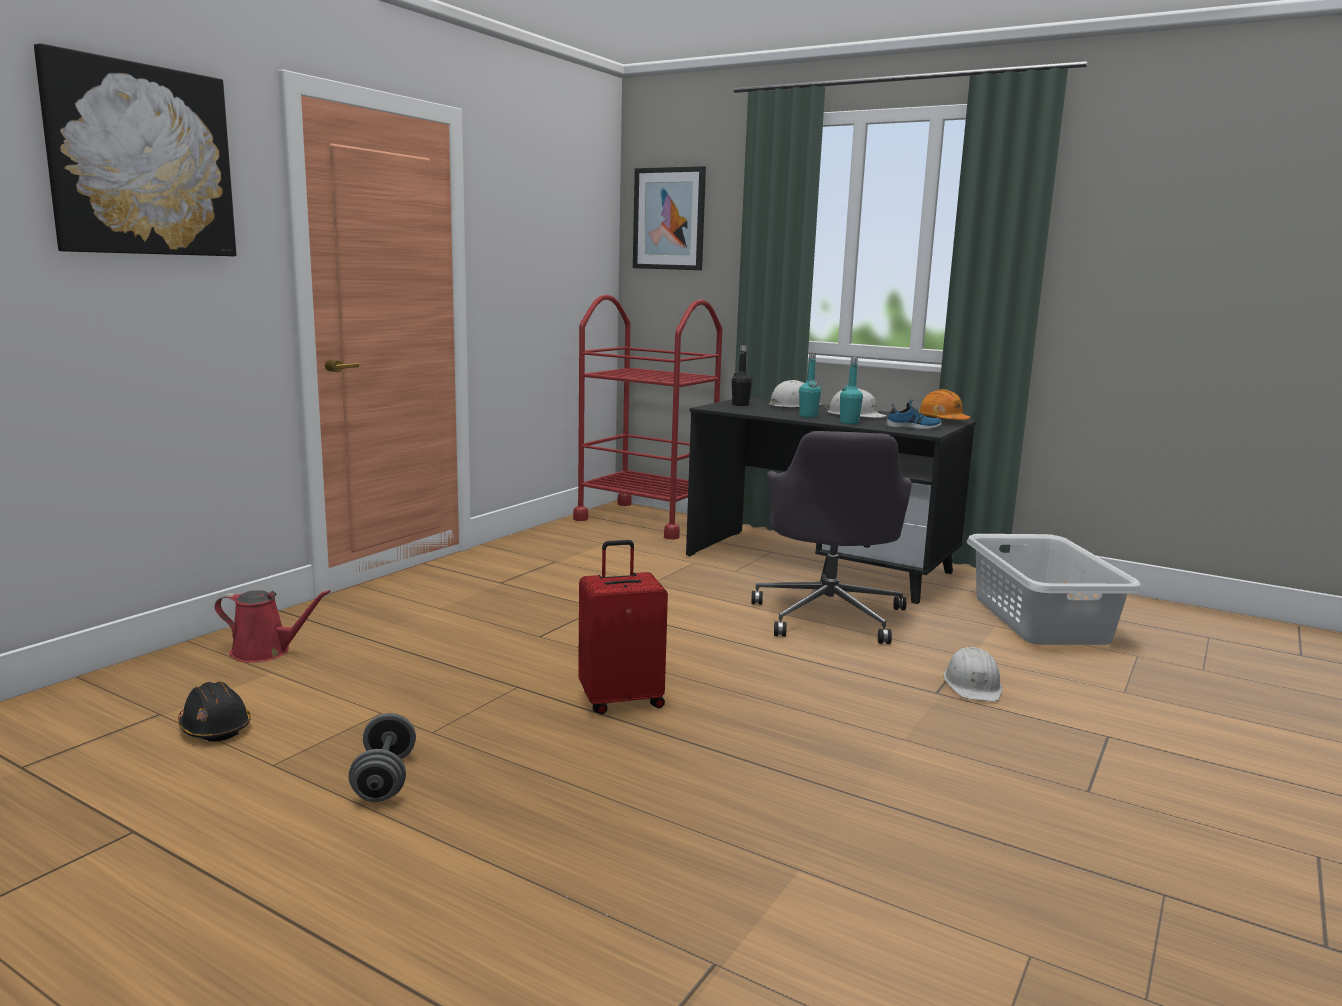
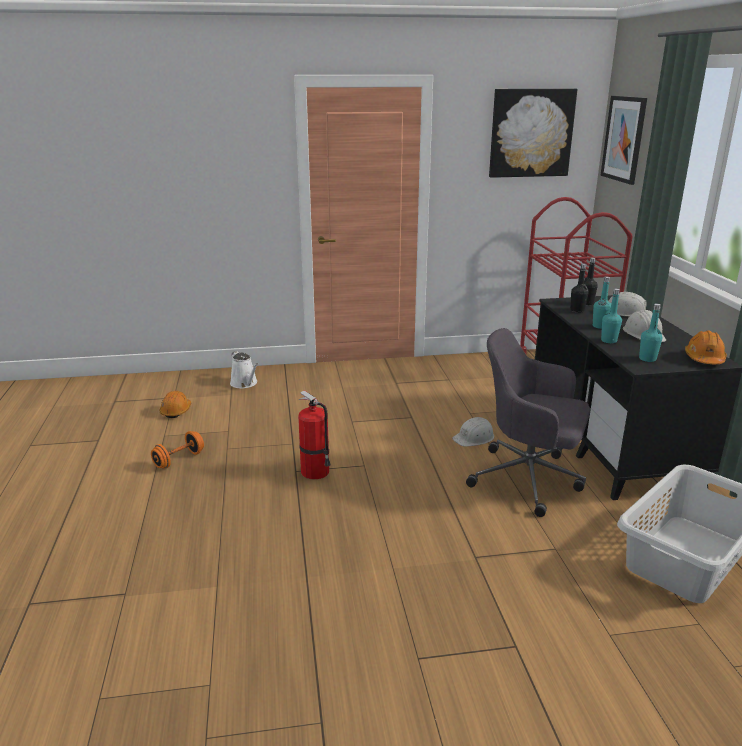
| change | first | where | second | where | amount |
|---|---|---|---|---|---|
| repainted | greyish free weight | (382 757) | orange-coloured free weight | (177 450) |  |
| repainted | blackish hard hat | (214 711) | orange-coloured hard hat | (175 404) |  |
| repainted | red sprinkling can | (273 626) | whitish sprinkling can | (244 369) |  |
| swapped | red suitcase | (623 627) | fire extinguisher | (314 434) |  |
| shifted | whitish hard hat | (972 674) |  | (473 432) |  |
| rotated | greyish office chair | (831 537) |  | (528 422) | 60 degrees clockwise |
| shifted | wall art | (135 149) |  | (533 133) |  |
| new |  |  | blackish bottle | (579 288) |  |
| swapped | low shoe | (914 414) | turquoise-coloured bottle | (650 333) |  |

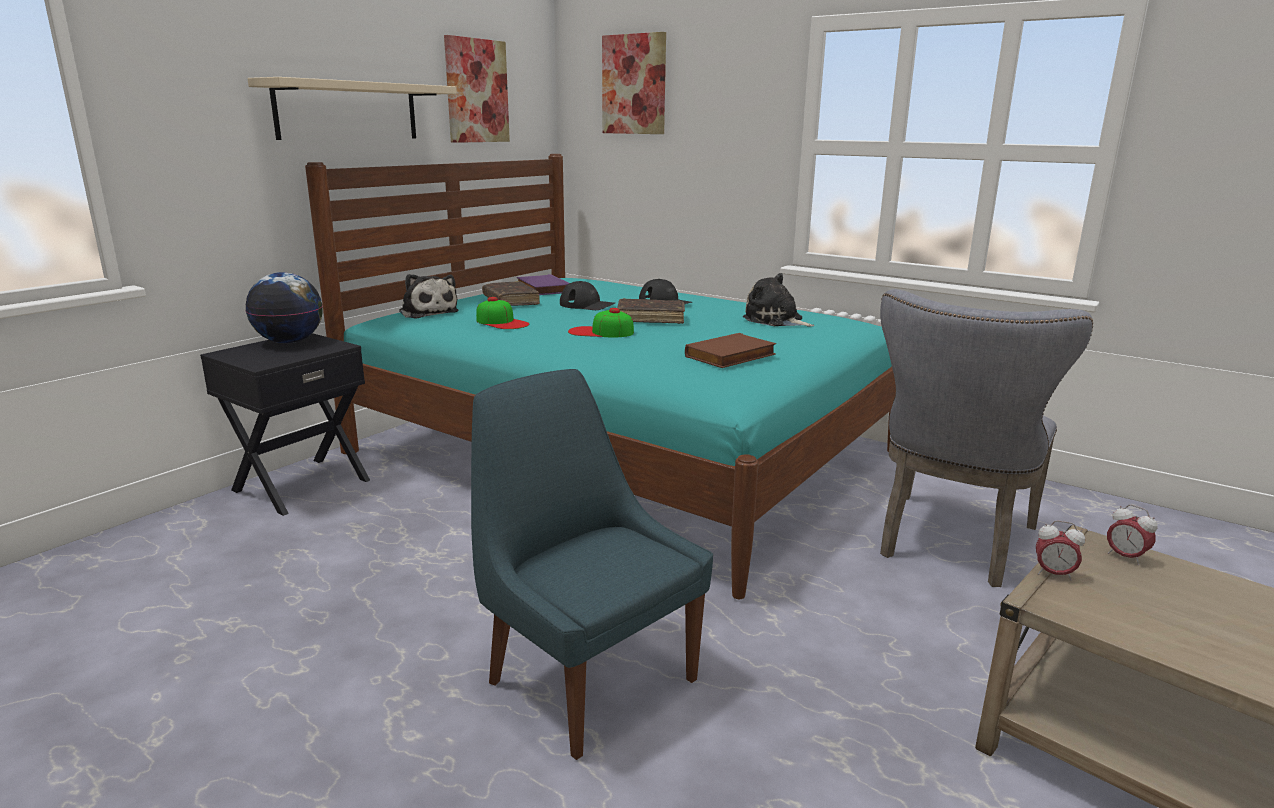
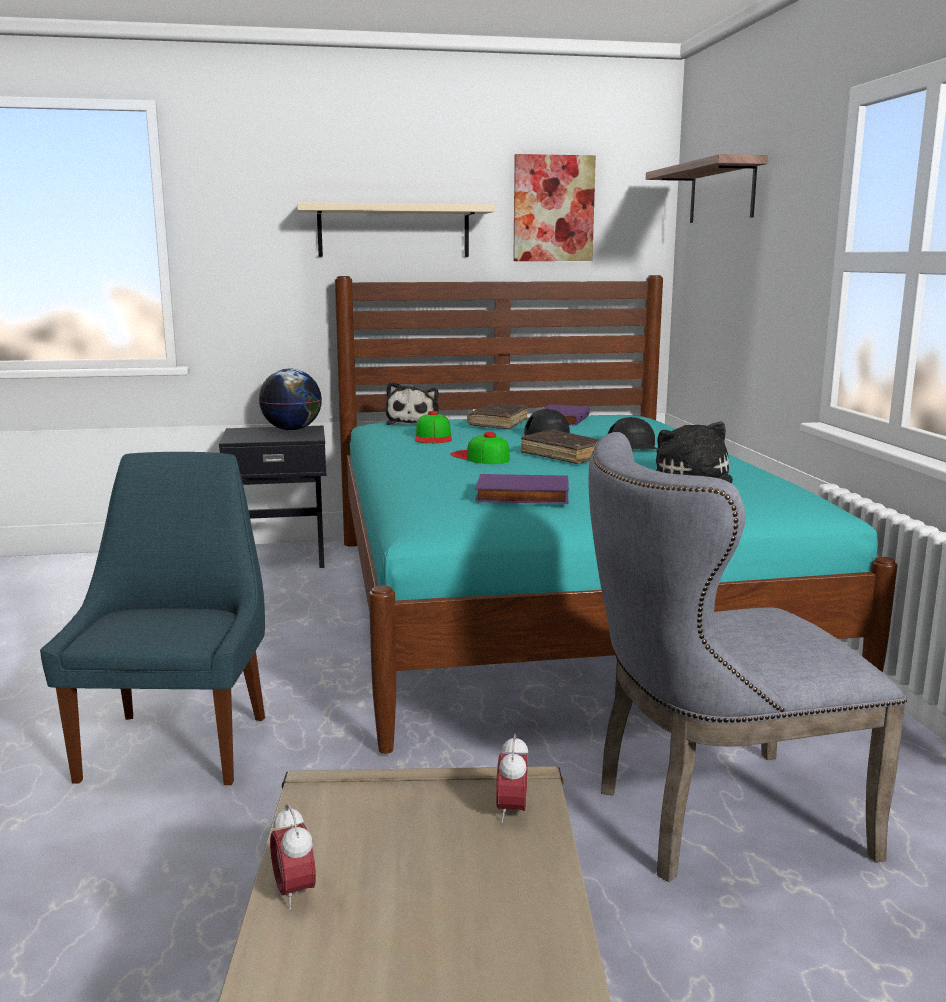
| change | first | where | second | where | amount |
|---|---|---|---|---|---|
| shifted | table clock | (1060 551) |  | (293 857) |  |
| repainted | brown bound book | (731 350) | purple-coloured bound book | (522 489) |  |
| swapped | wall art | (634 83) | shelf | (707 188) |  |

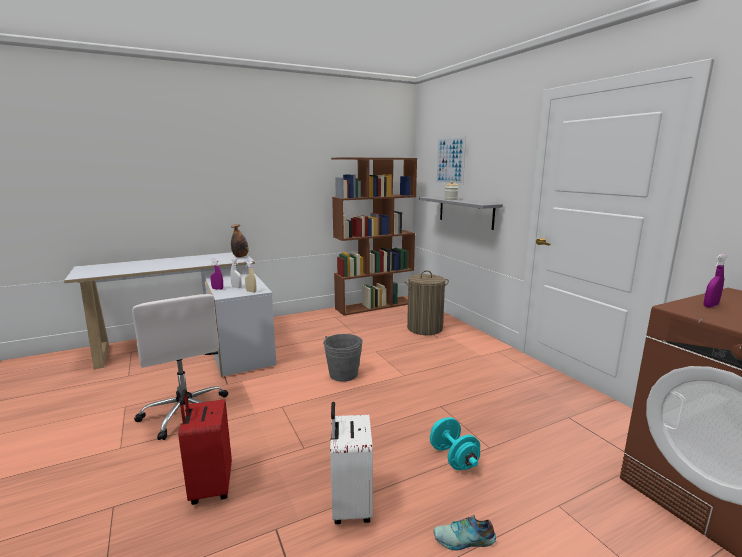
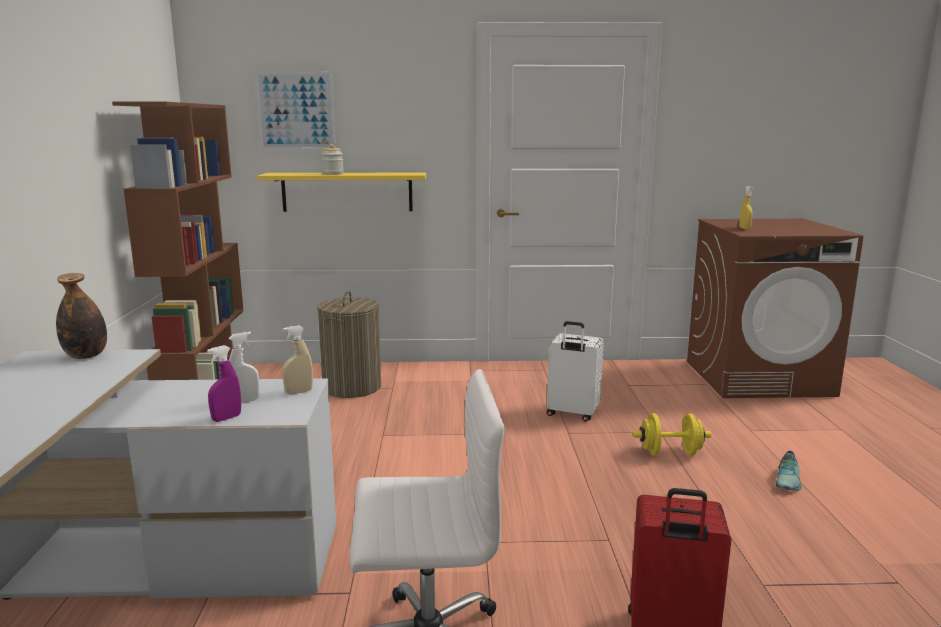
| change | first | where | second | where | amount |
|---|---|---|---|---|---|
| repainted | greyish shelf | (461 213) | yellowish shelf | (341 192) |  |
| shifted | whitish suitcase | (351 463) |  | (575 371) |  |
| repainted | turquoise-coloured free weight | (455 443) | yellowish free weight | (672 434) |  |
| repainted | purple-coloured hand sprayer | (715 280) | yellowish hand sprayer | (746 207) |  |
| gone | greyish pail | (343 358) |  |  |  |

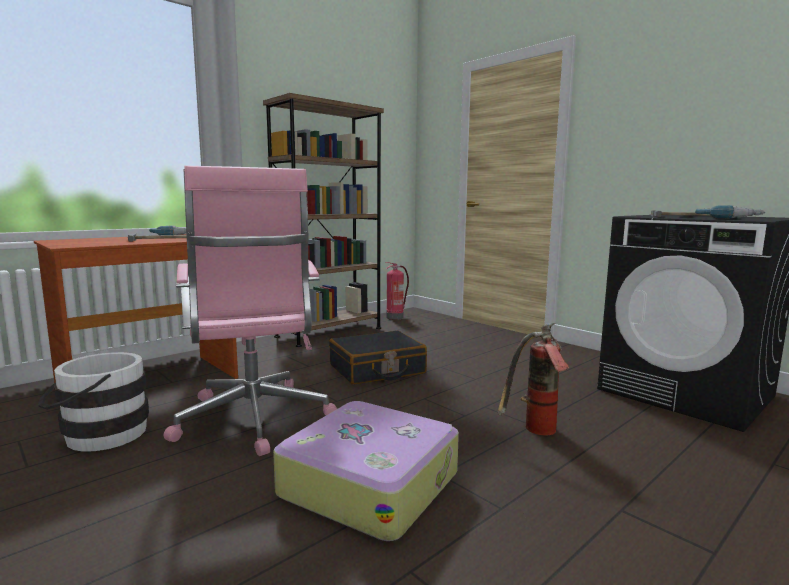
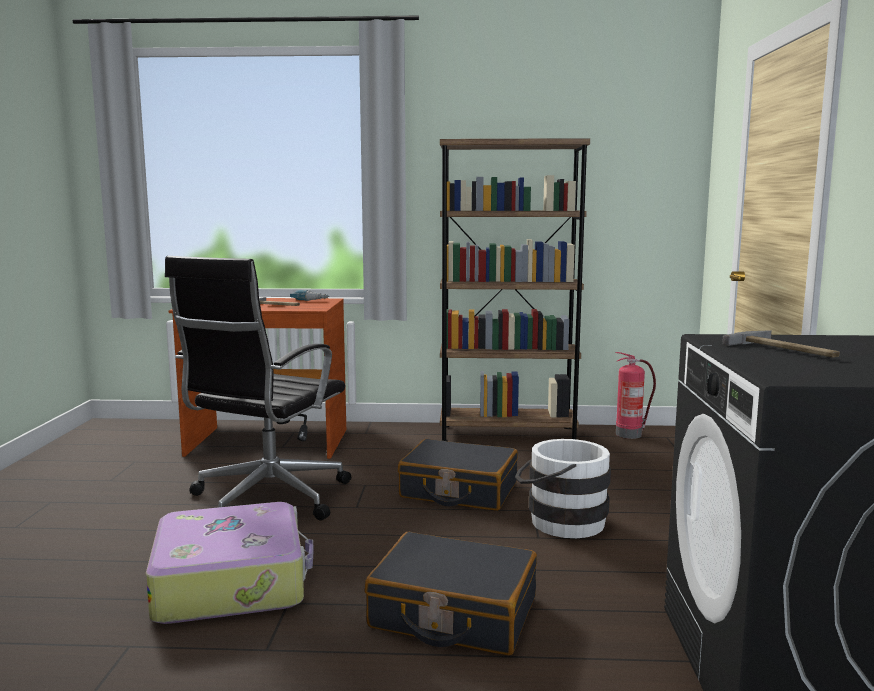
| change | first | where | second | where | amount |
|---|---|---|---|---|---|
| repainted | pinkish office chair | (250 311) | blackish office chair | (258 388) |  |
| swapped | fire extinguisher | (533 379) | blackish suitcase | (451 593) |  |
| shifted | whitish pail | (93 402) |  | (563 488) |  |
| gone | drill | (730 212) |  |  |  |

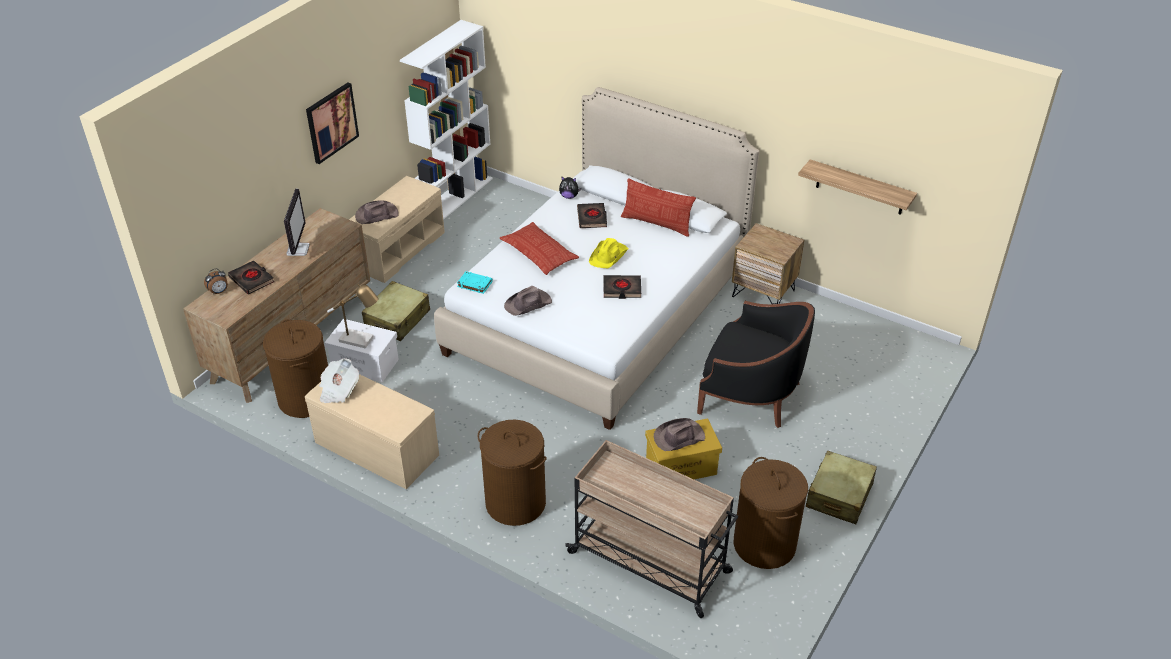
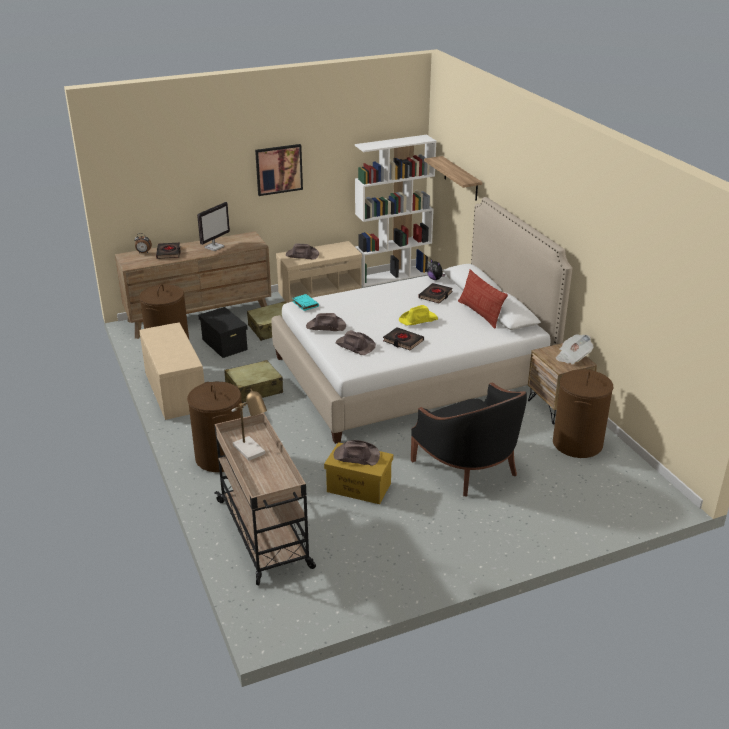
| change | first | where | second | where | amount |
|---|---|---|---|---|---|
| repainted | whitish storage bin | (361 350) | blackish storage bin | (223 332) |  |
| shifted | beige suitcase | (841 487) |  | (253 381) |  |
| shifted | lamp for a table | (353 316) |  | (249 425) |  |
| new |  |  | brown clothing hat | (355 342) |  |
| shifted | shelf | (857 187) |  | (453 178) |  |
| shifted | brown laundry basket | (771 513) |  | (583 413) |  |
| shifted | daily paper | (339 380) |  | (574 349) |  |
| gone | throw pillow | (539 248) |  |  |  |

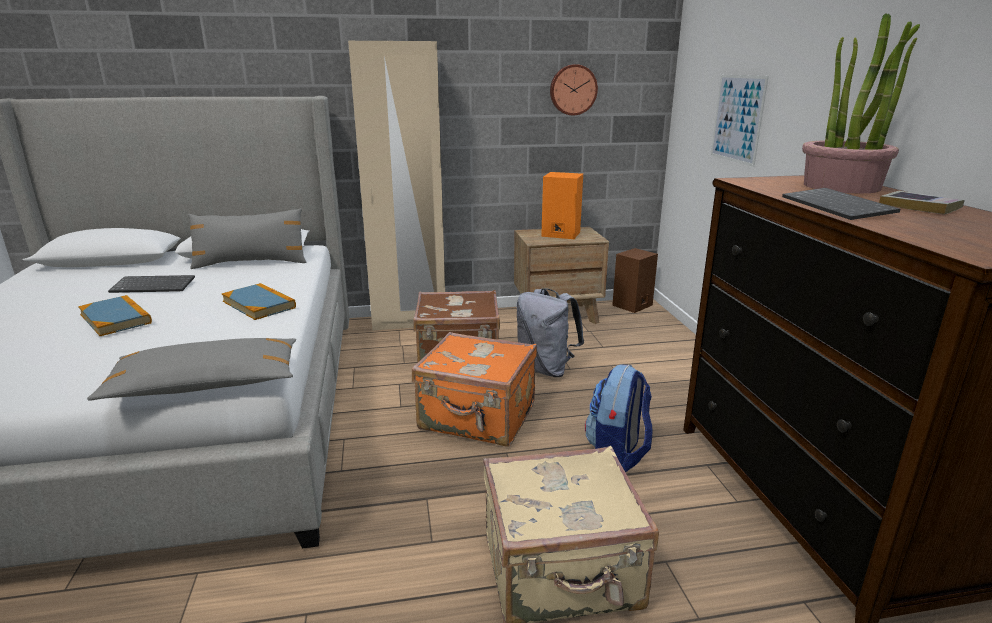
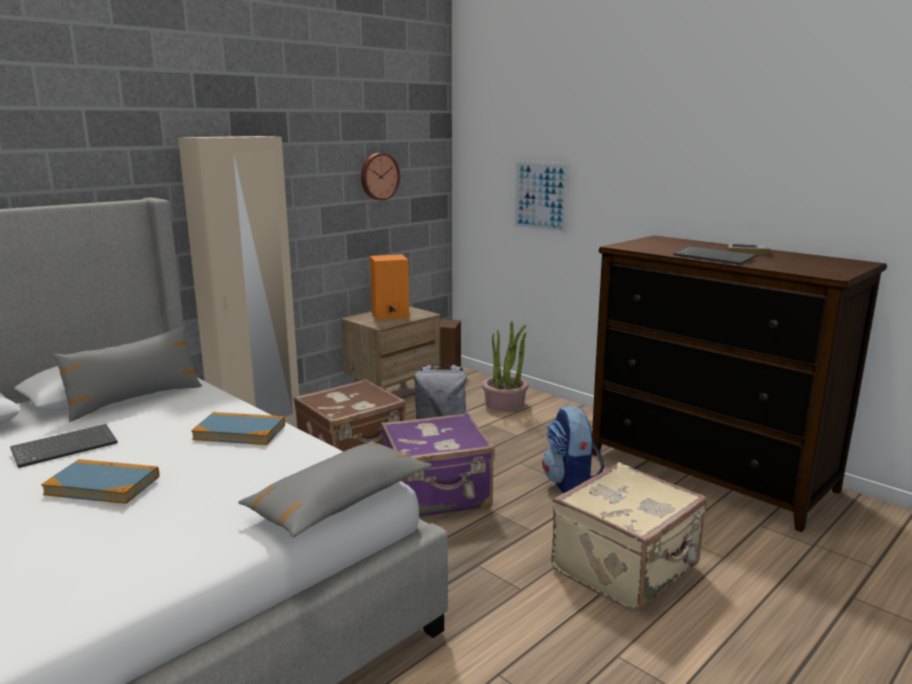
| change | first | where | second | where | amount |
|---|---|---|---|---|---|
| repainted | orange-coloured suitcase | (474 389) | purple-coloured suitcase | (438 464) |  |
| shifted | plant in a pot | (861 103) |  | (505 366) |  |

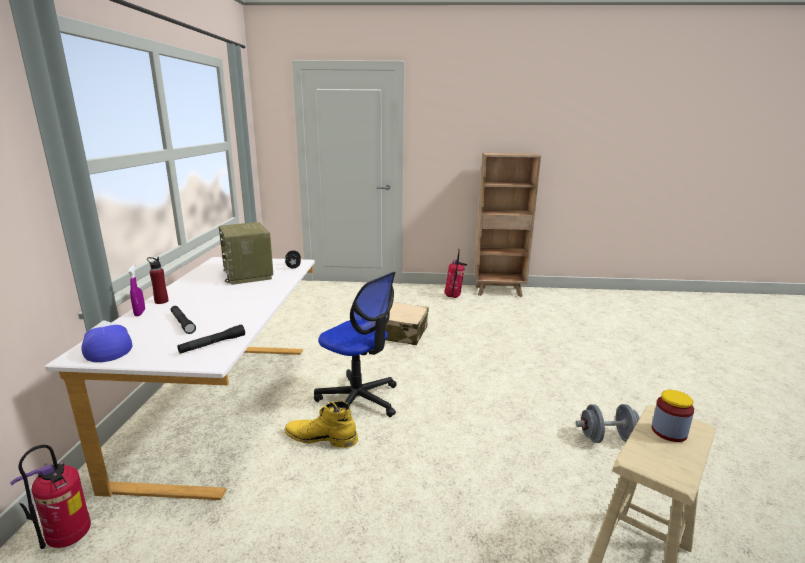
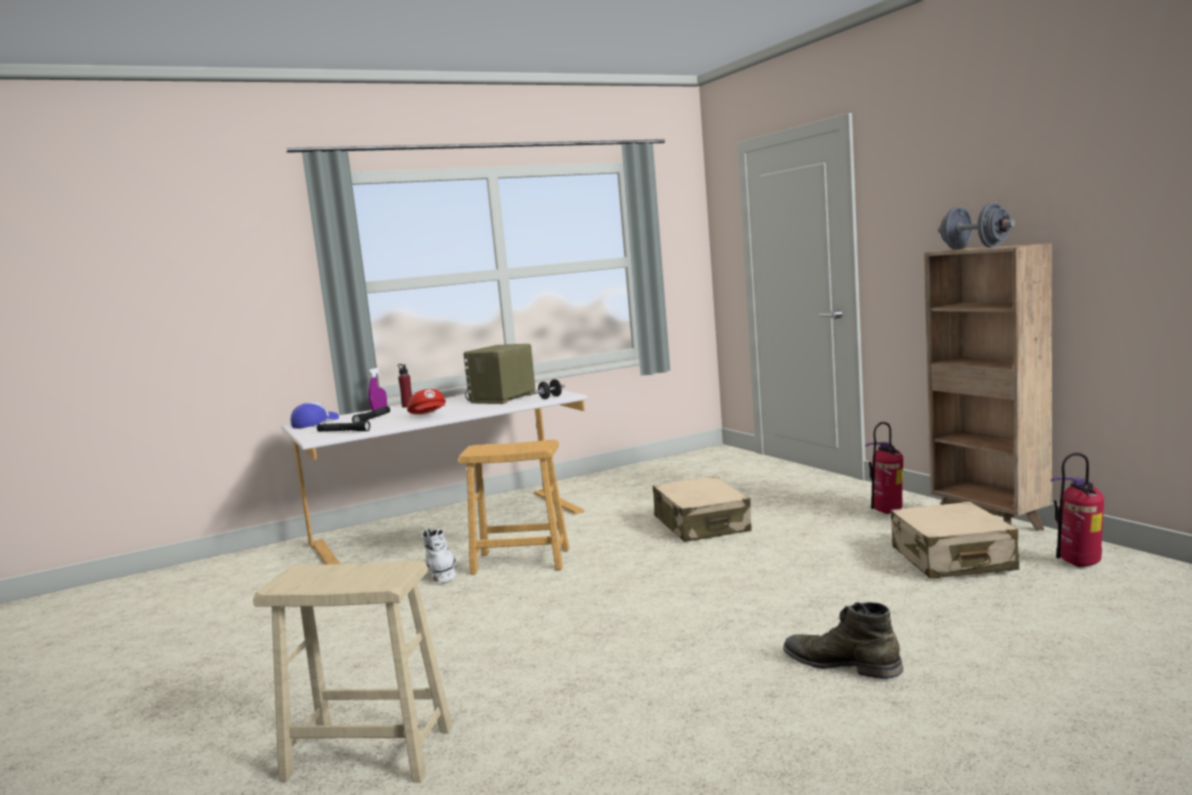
| change | first | where | second | where | amount |
|---|---|---|---|---|---|
| new |  |  | red baseball cap | (426 401) |  |
| repainted | yellowish tall boot | (321 424) | whitish tall boot | (439 556) |  |
| swapped | office chair | (355 344) | brown sitting stool | (514 507) |  |
| new |  |  | green-coloured tall boot | (843 640) |  |
| new |  |  | beige suitcase | (955 540) |  |
| shifted | greyish free weight | (608 423) |  | (976 226) |  |
| shifted | fire extinguisher | (50 497) |  | (1077 510) |  |
| gone | preserve jar | (673 416) |  |  |  |

